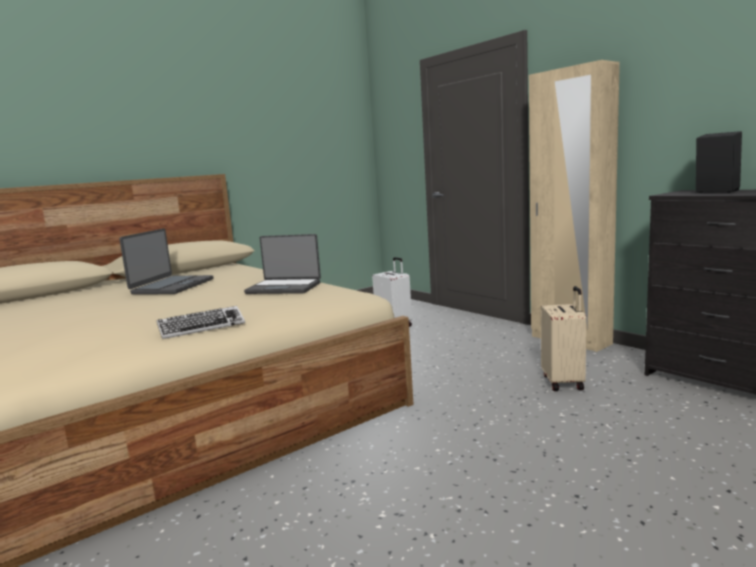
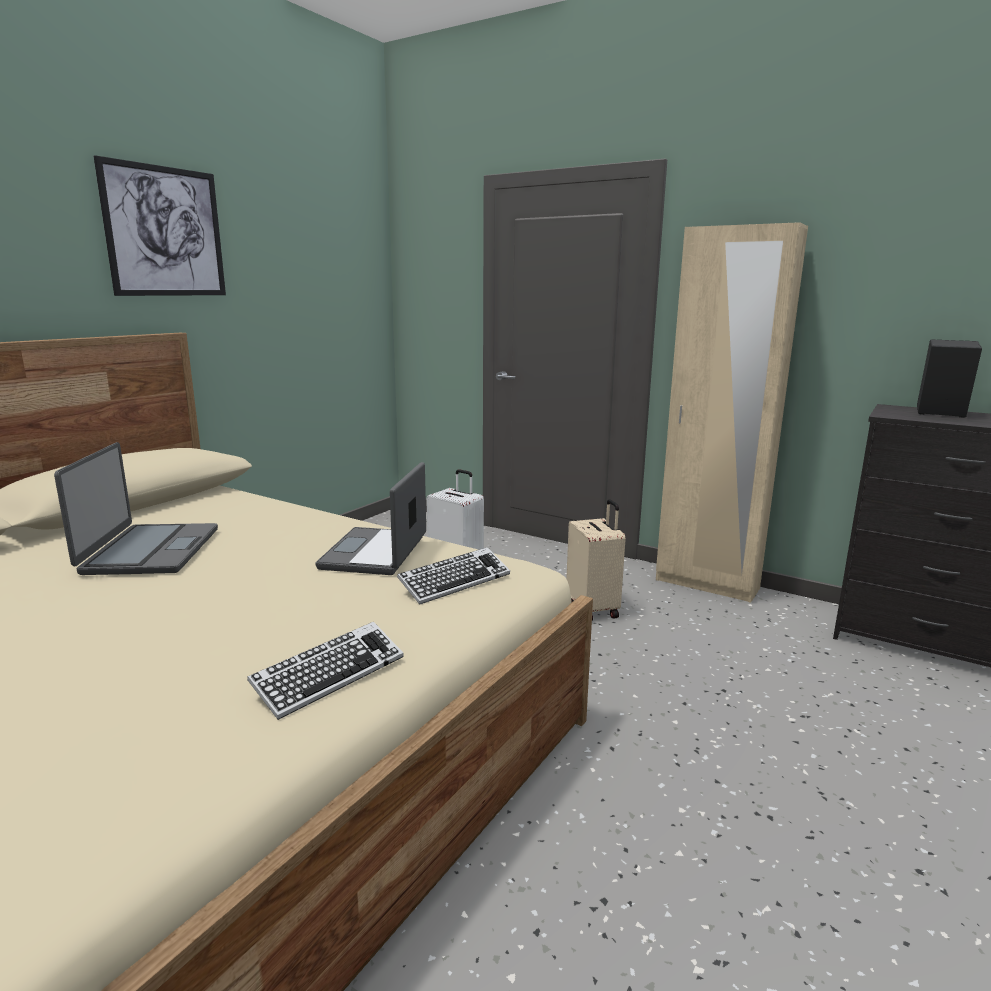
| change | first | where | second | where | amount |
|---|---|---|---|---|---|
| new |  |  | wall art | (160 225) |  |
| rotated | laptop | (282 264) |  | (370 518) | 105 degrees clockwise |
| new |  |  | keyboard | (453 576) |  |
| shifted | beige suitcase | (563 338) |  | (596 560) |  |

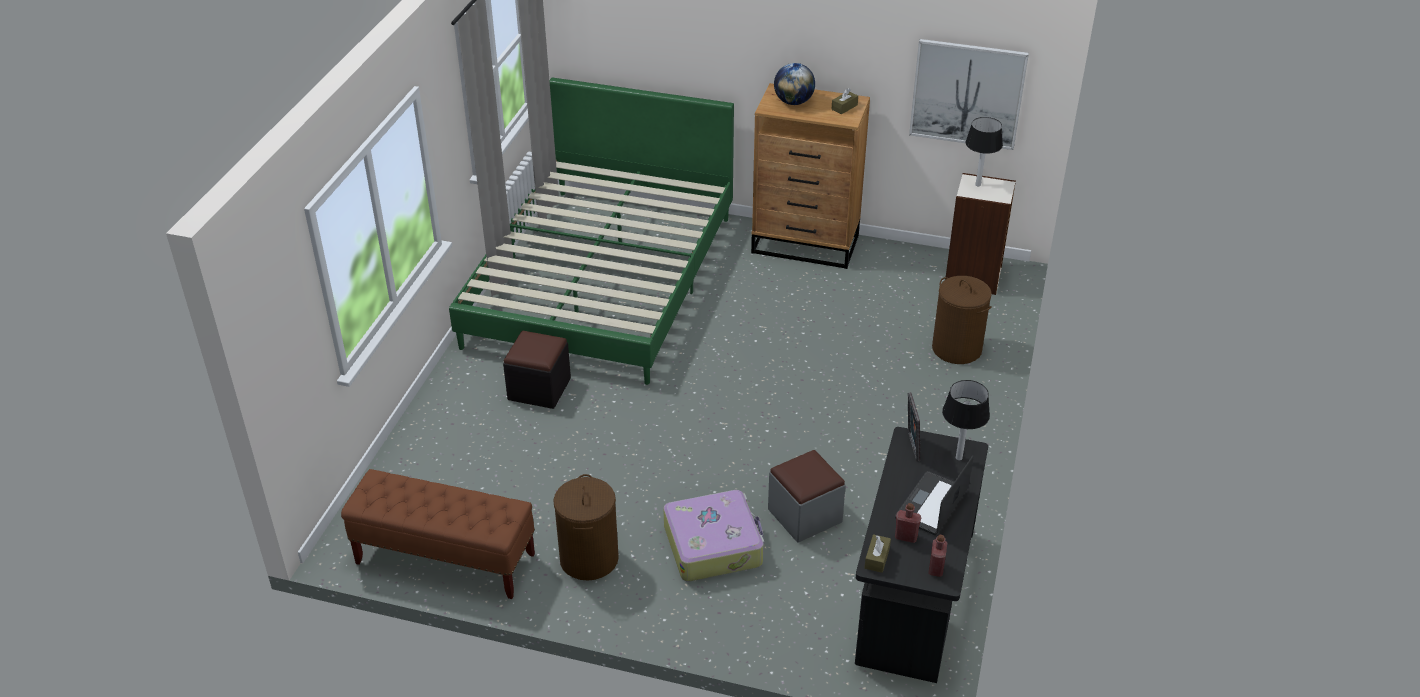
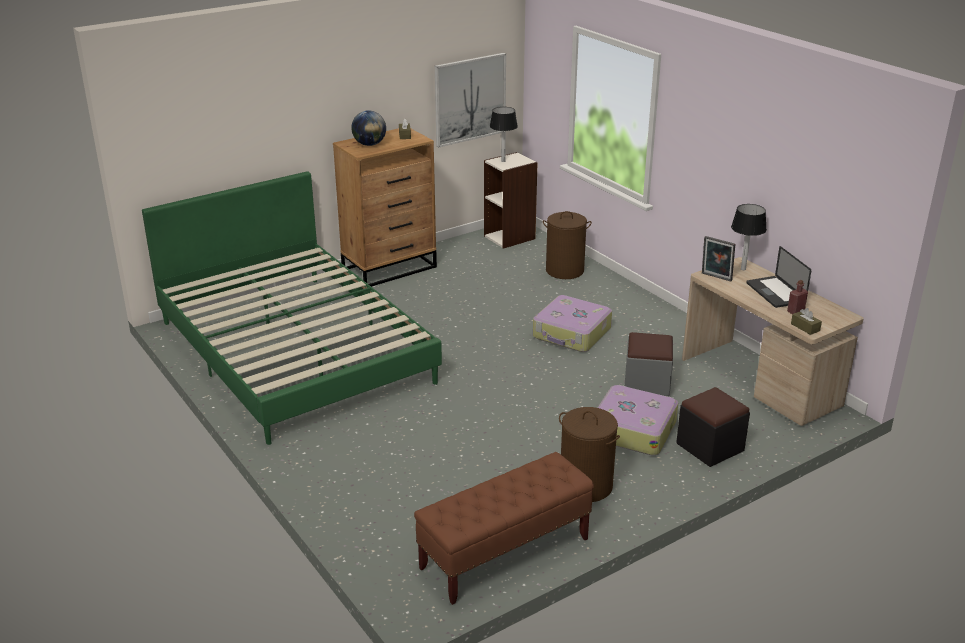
| change | first | where | second | where | amount |
|---|---|---|---|---|---|
| new |  |  | suitcase | (572 323) |  |
| shifted | blackish footrest | (537 370) |  | (713 427) |  |
| repainted | blackish desk table | (921 555) | beige desk table | (773 341) |  |
| gone | red bottle | (937 556) |  |  |  |

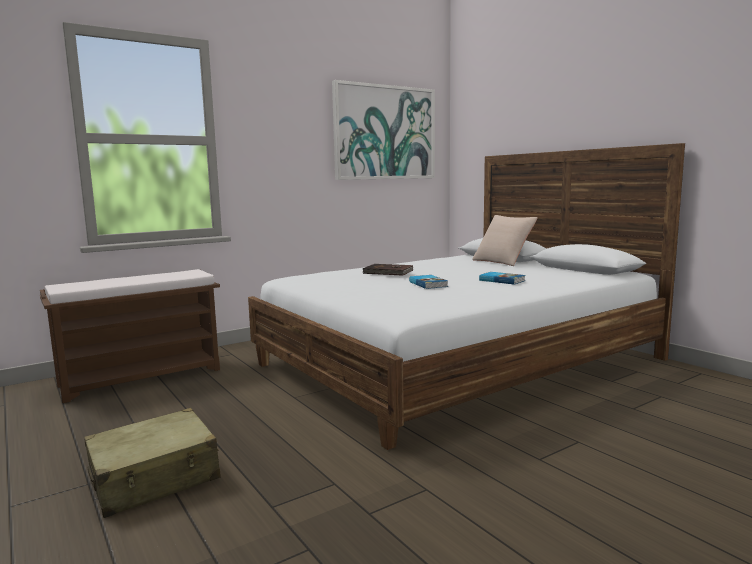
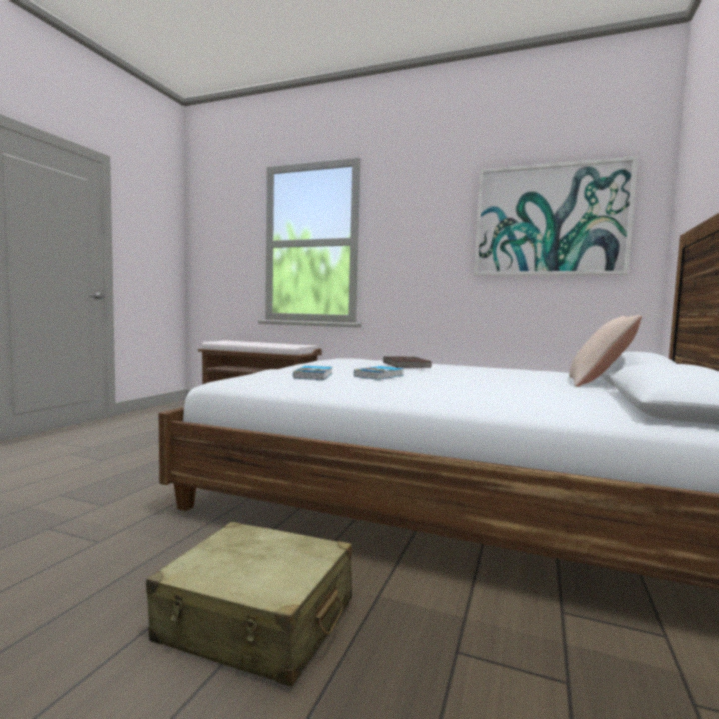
| change | first | where | second | where | amount |
|---|---|---|---|---|---|
| shifted | beige suitcase | (152 463) |  | (249 604) |  |
| shifted | bound book | (502 278) |  | (312 373) |  |

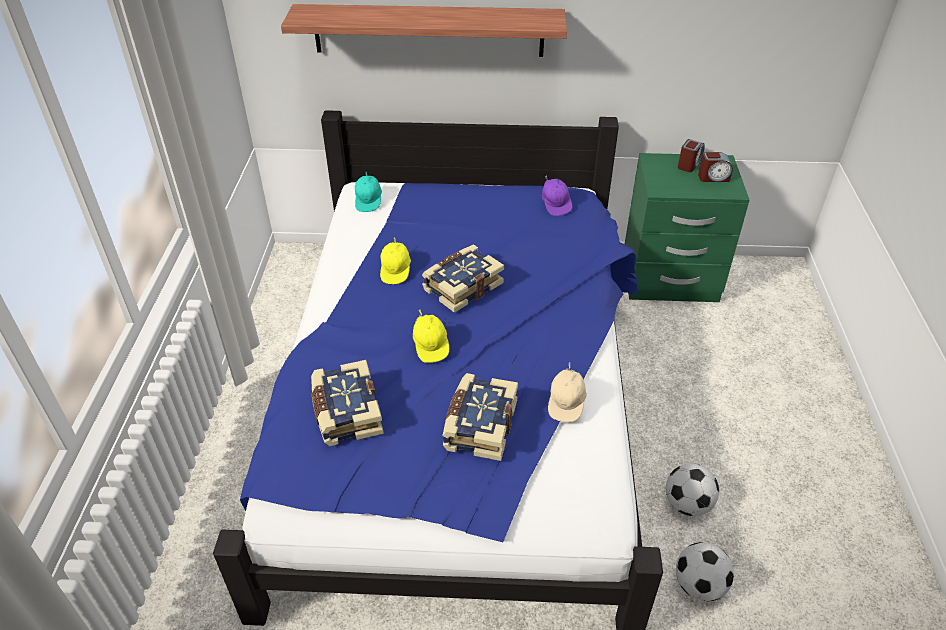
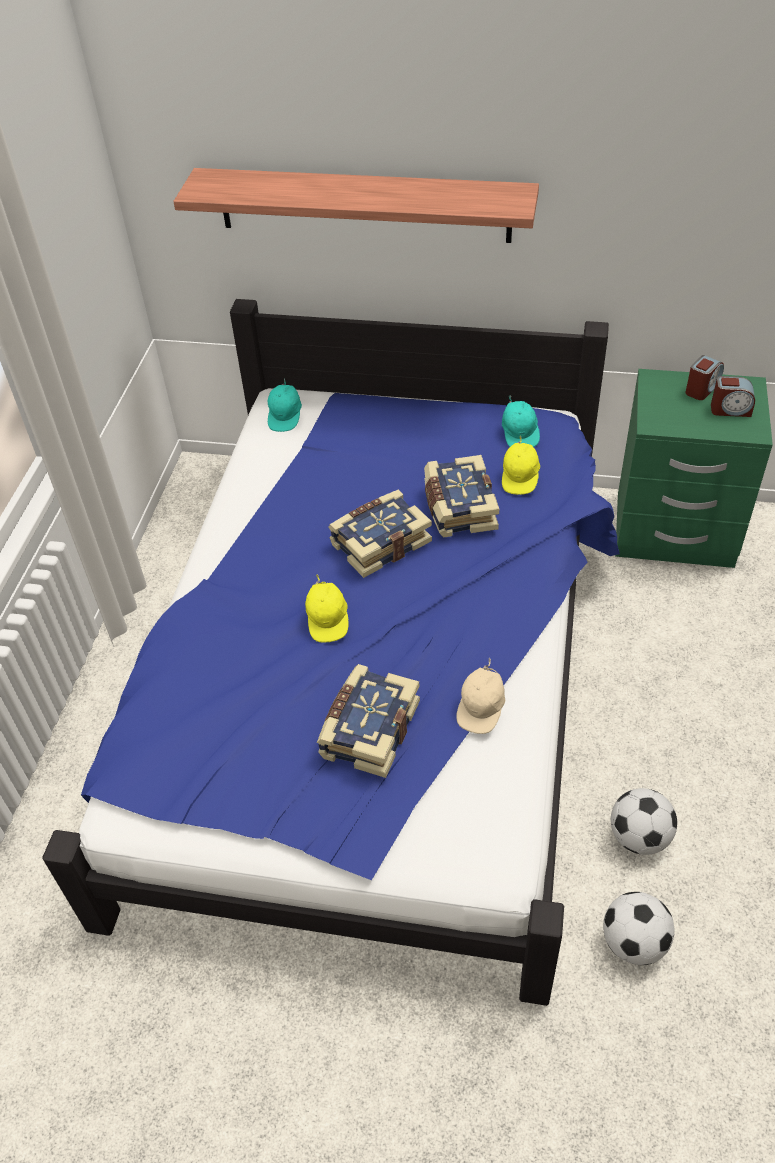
| change | first | where | second | where | amount |
|---|---|---|---|---|---|
| shifted | bound book | (347 403) |  | (461 496) |  |
| repainted | purple-coloured baseball cap | (557 196) | turquoise-coloured baseball cap | (521 421) |  |
| shifted | yellowish baseball cap | (395 260) |  | (521 465) |  |

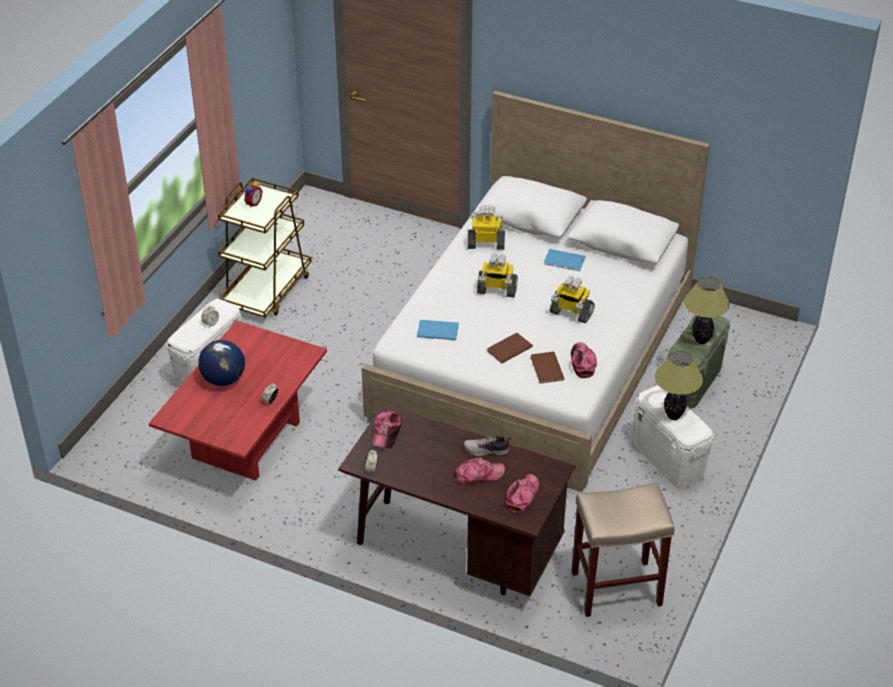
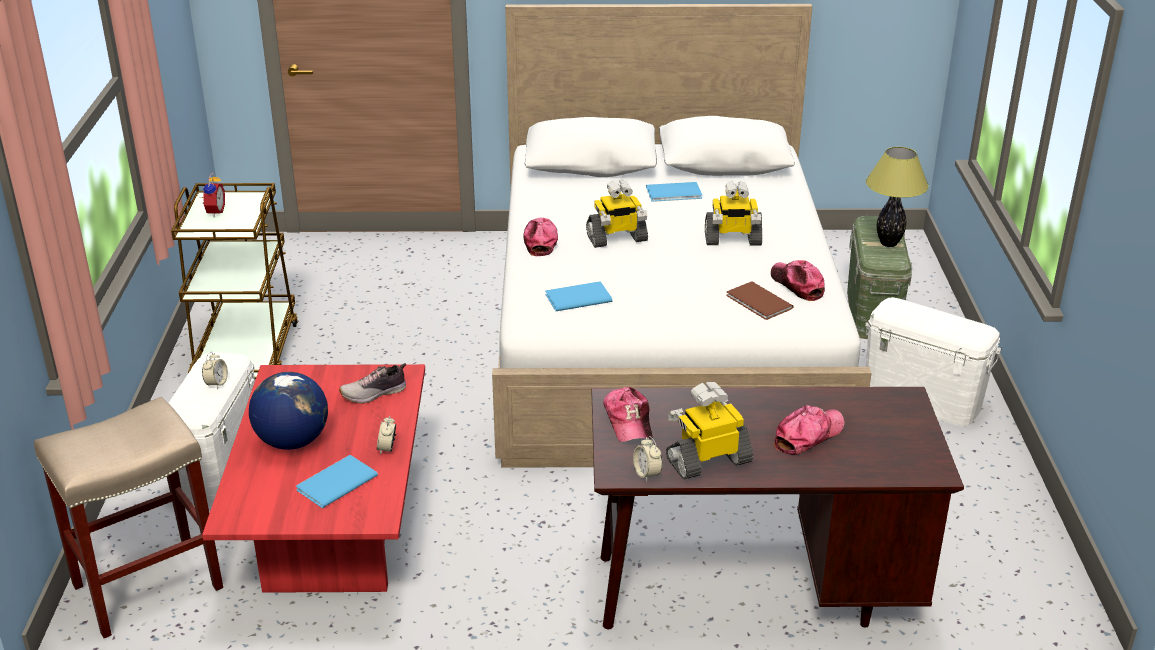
| change | first | where | second | where | amount |
|---|---|---|---|---|---|
| shifted | beige sitting stool | (623 550) |  | (128 517) |  |
| new |  |  | blue-coloured bound book | (337 481) |  |
| shifted | low shoe | (487 446) |  | (372 383) |  |
| shifted | baseball cap | (522 494) |  | (540 237) |  |
| shifted | model robot | (486 227) |  | (709 431) |  |
| gone | brown bound book | (510 348) |  |  |  |
| gone | lamp for a table | (679 385) |  |  |  |

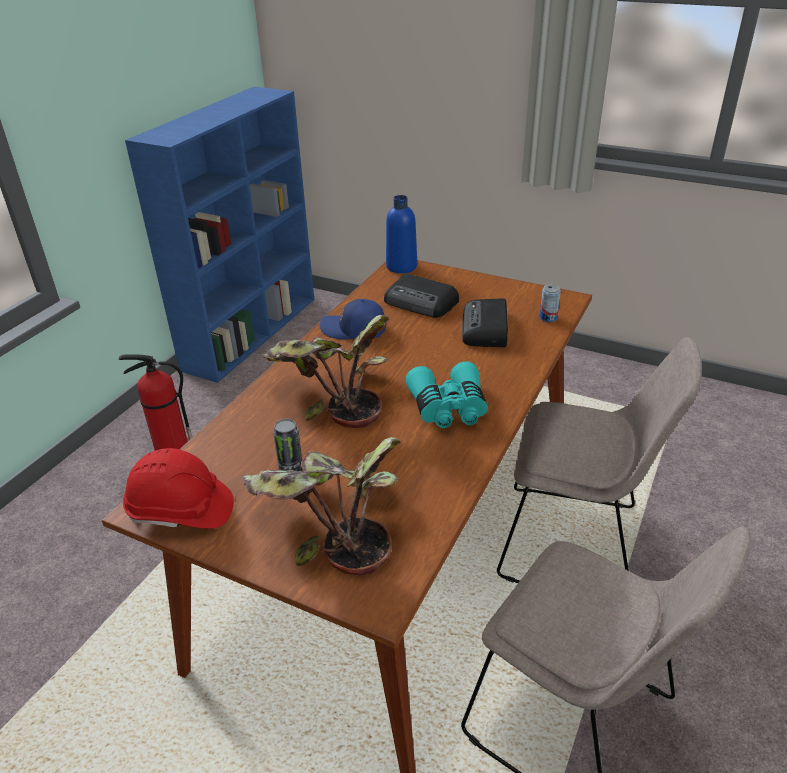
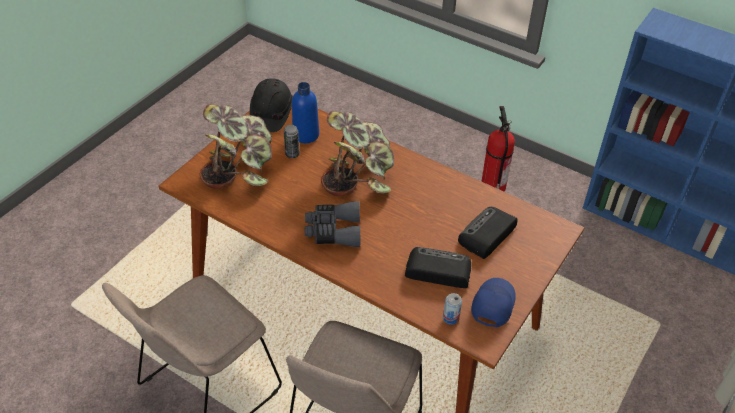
| change | first | where | second | where | amount |
|---|---|---|---|---|---|
| repainted | red hard hat | (178 488) | blackish hard hat | (271 105) |  |
| shifted | blue-coloured bottle | (401 234) |  | (305 112) |  |
| repainted | turquoise-coloured binoculars | (447 395) | greyish binoculars | (332 224) |  |
| shifted | blue-coloured baseball cap | (353 319) |  | (493 302) |  |

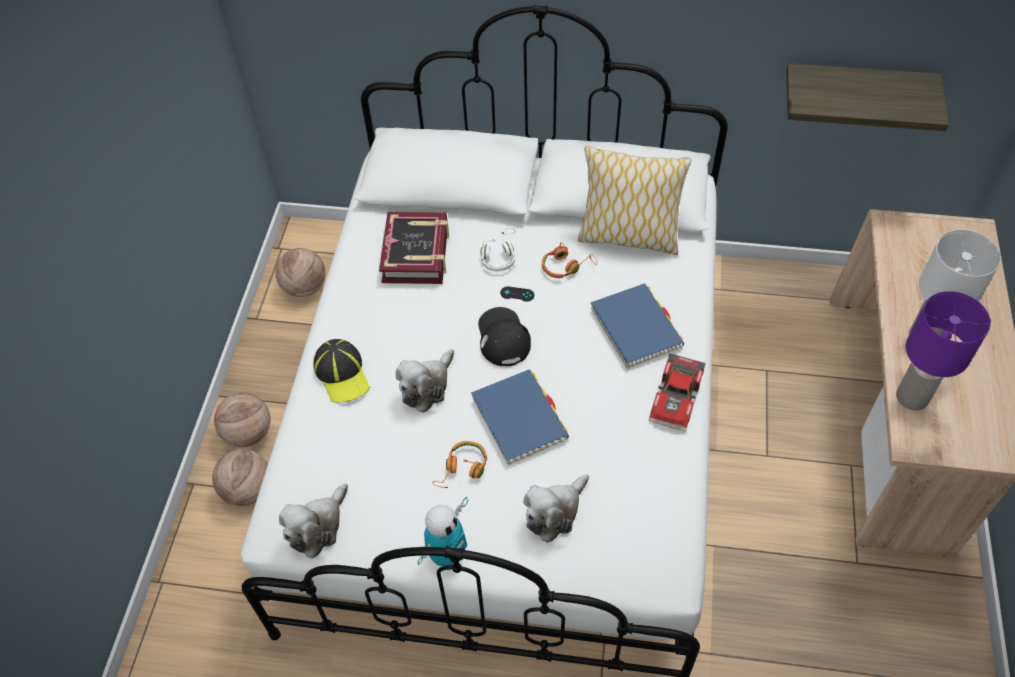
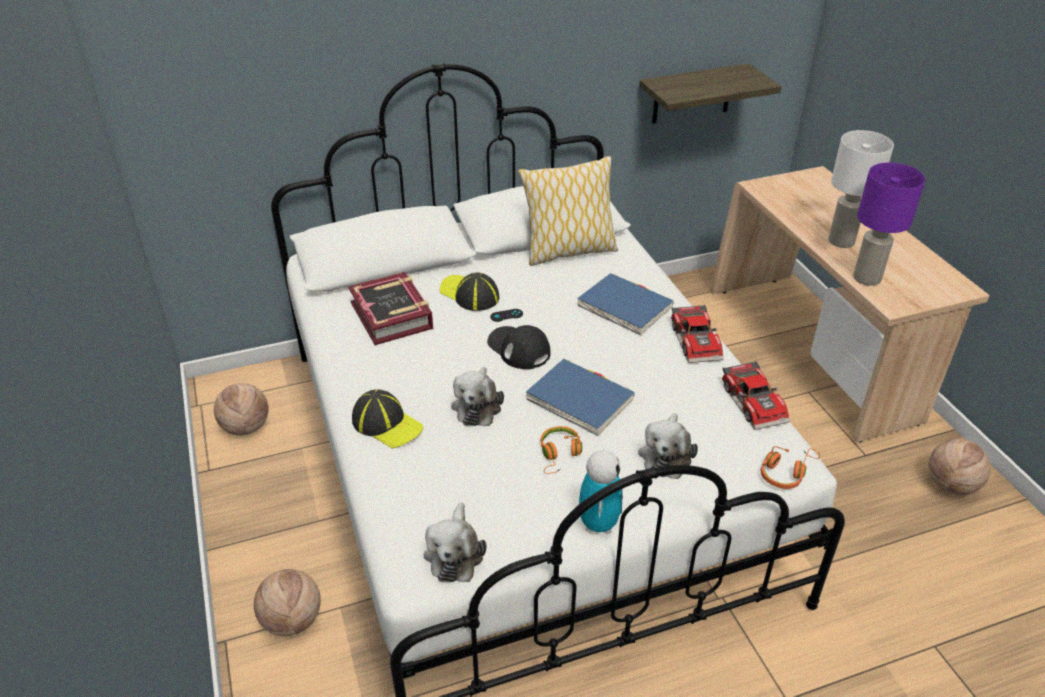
| change | first | where | second | where | amount |
|---|---|---|---|---|---|
| swapped | whitish headphones | (498 249) | baseball cap | (469 292) |  |
| new |  |  | miniature car | (756 395) |  |
| shifted | orange-coloured headphones | (569 260) |  | (790 467) |  |
| shifted | basketball ball | (242 420) |  | (959 467) |  |

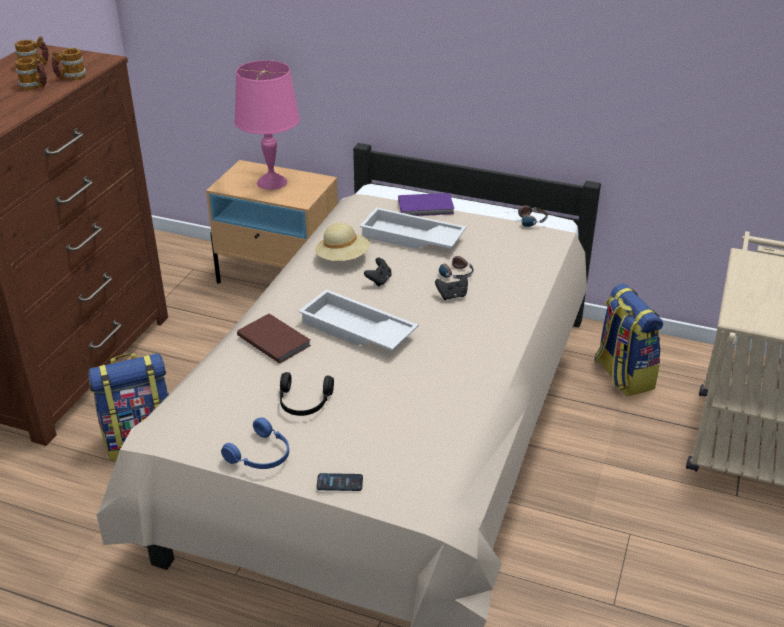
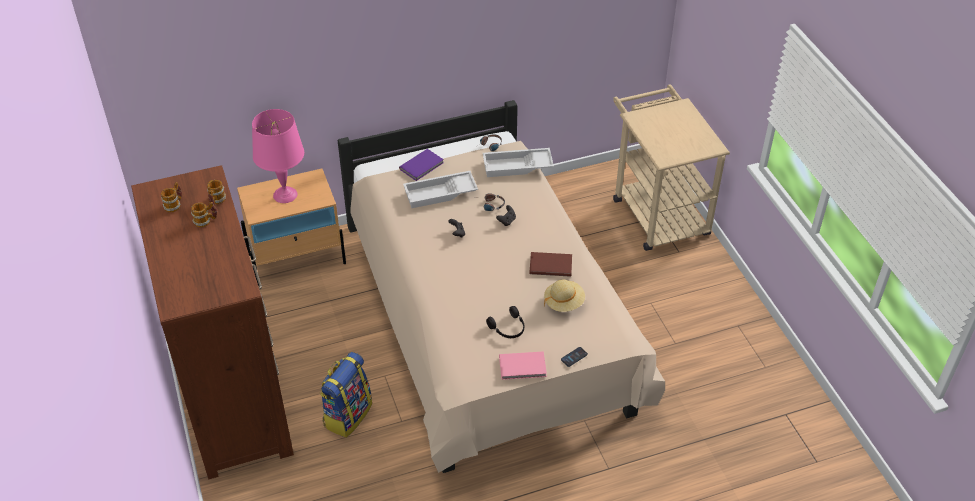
| change | first | where | second | where | amount |
|---|---|---|---|---|---|
| shifted | whitish tray | (359 320) |  | (518 162) |  |
| swapped | blue-coloured headphones | (255 443) | pinkish bound book | (523 365) |  |
| shifted | brown bound book | (274 339) |  | (550 264) |  |
| shifted | beige clothing hat | (343 242) |  | (564 296) |  |
| gone | backpack | (628 339) |  |  |  |

